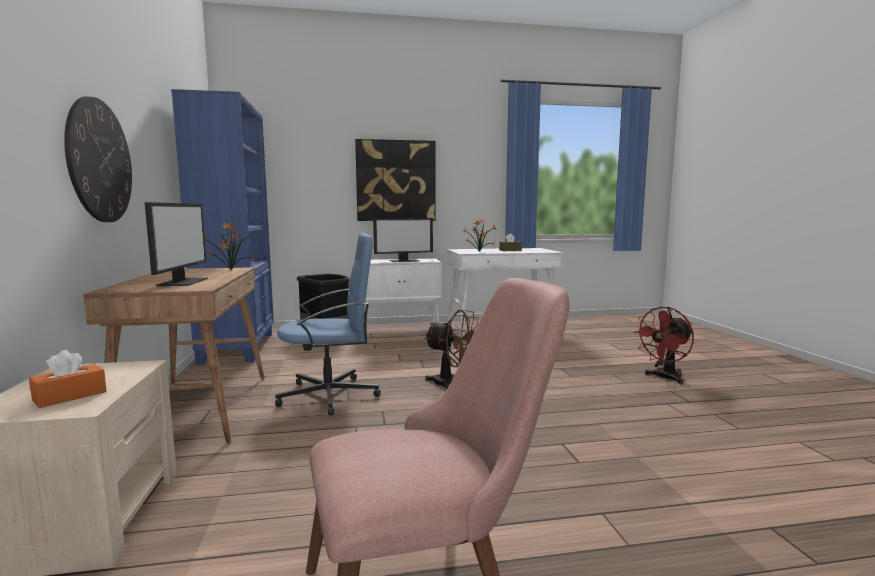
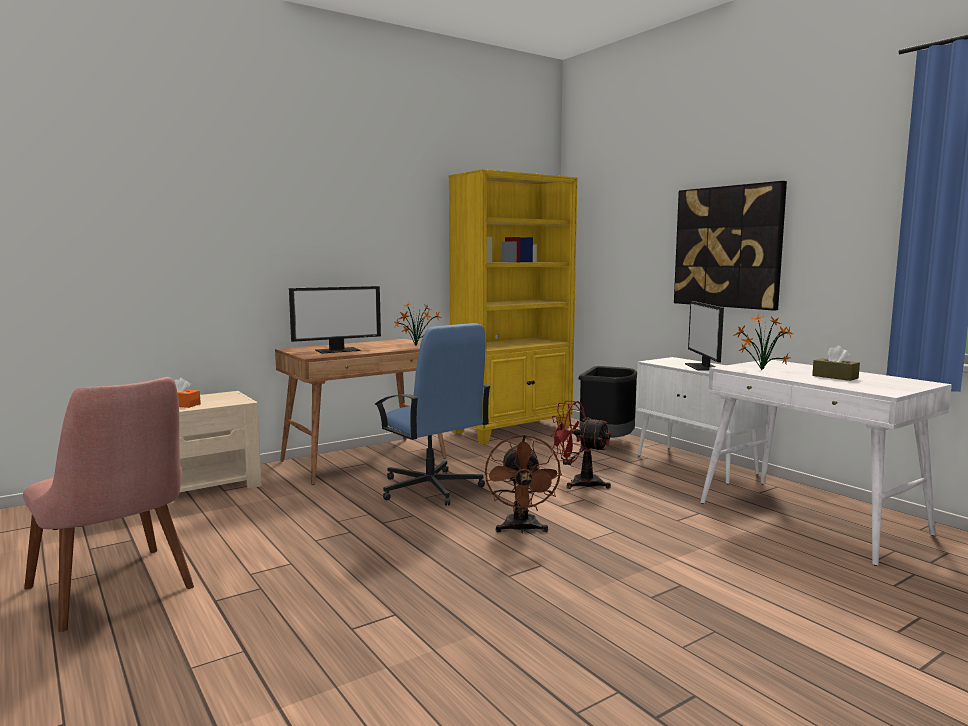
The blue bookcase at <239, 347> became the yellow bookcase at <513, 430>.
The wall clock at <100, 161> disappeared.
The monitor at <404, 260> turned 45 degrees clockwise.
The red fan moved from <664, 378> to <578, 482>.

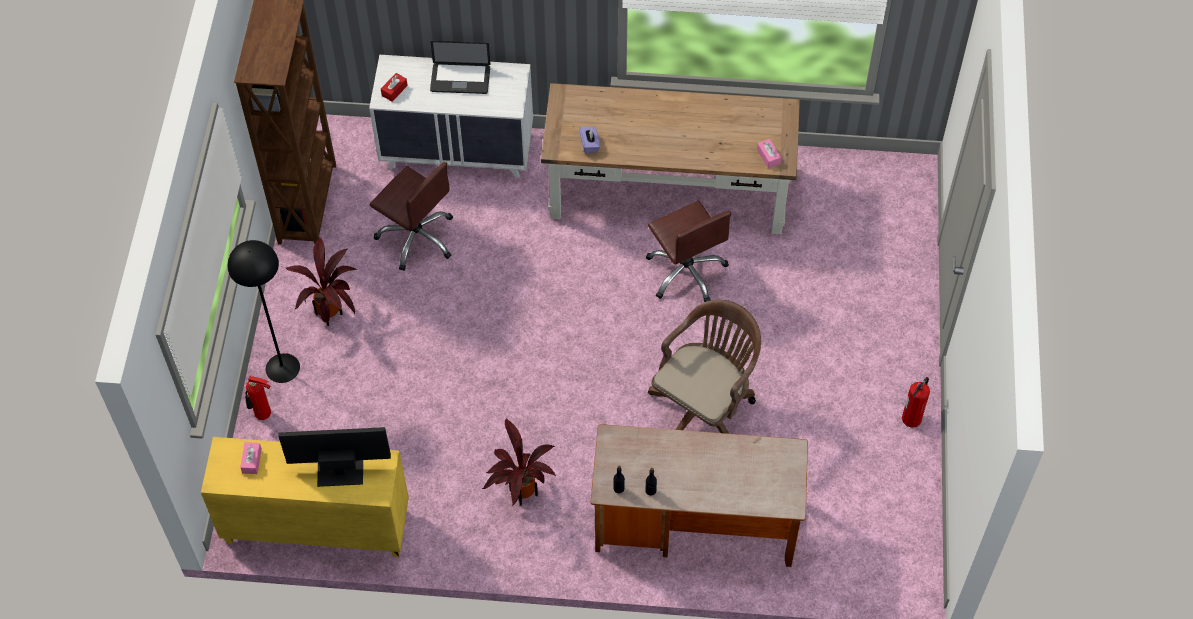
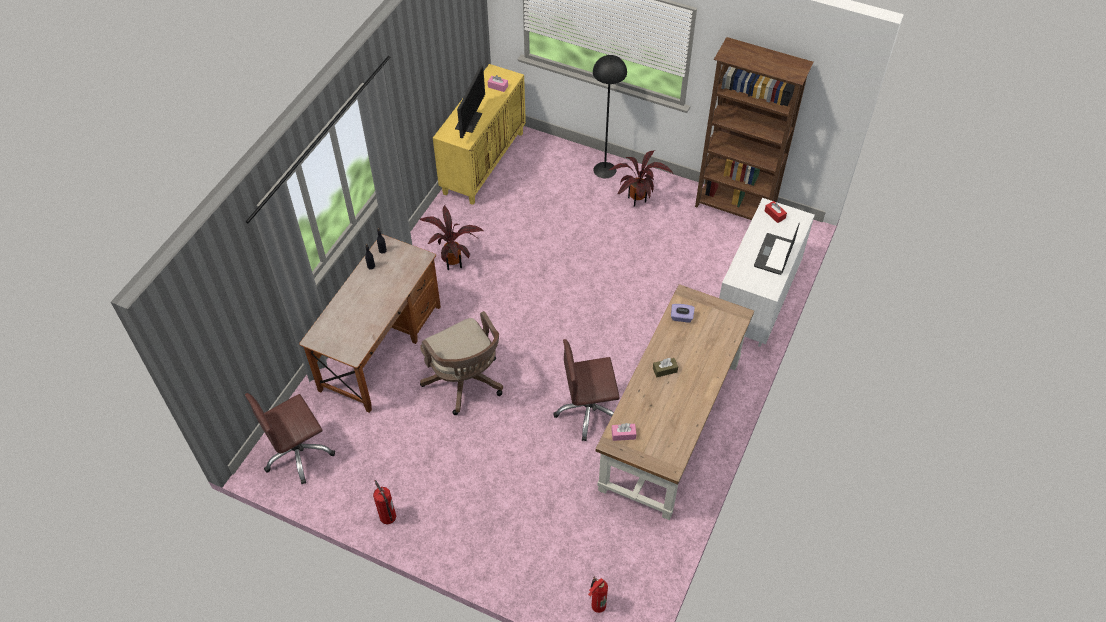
The brown office chair moved from <417, 237> to <298, 453>.
The fire extinguisher moved from <263, 414> to <596, 605>.
The brown tissue box at <665, 370> appeared.

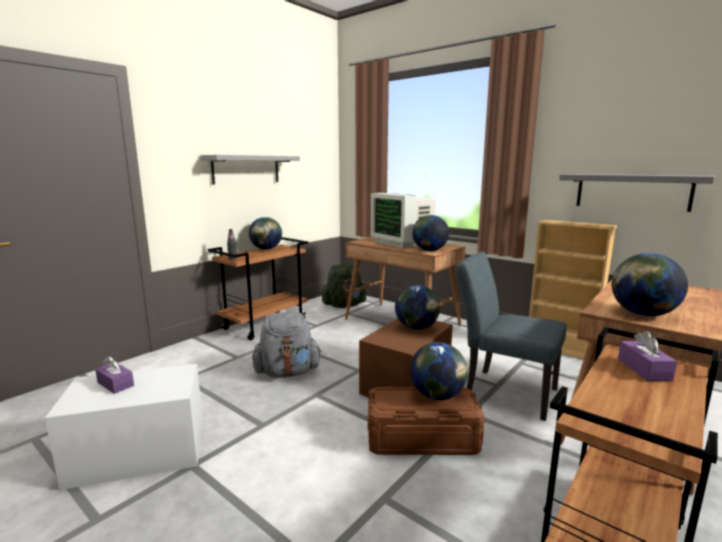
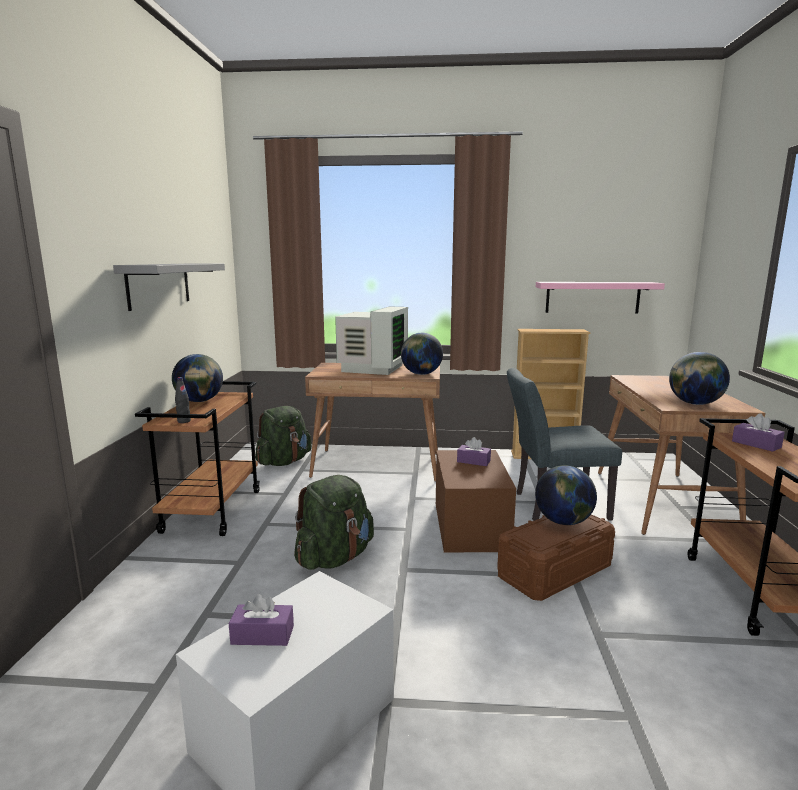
The grey shelf at <632, 191> became the pink shelf at <592, 297>.
The monitor at <403, 242> turned 90 degrees counterclockwise.
The globe at <416, 328> was replaced by the purple tissue box at <473, 461>.
The grey backpack at <287, 372> became the green backpack at <335, 558>.

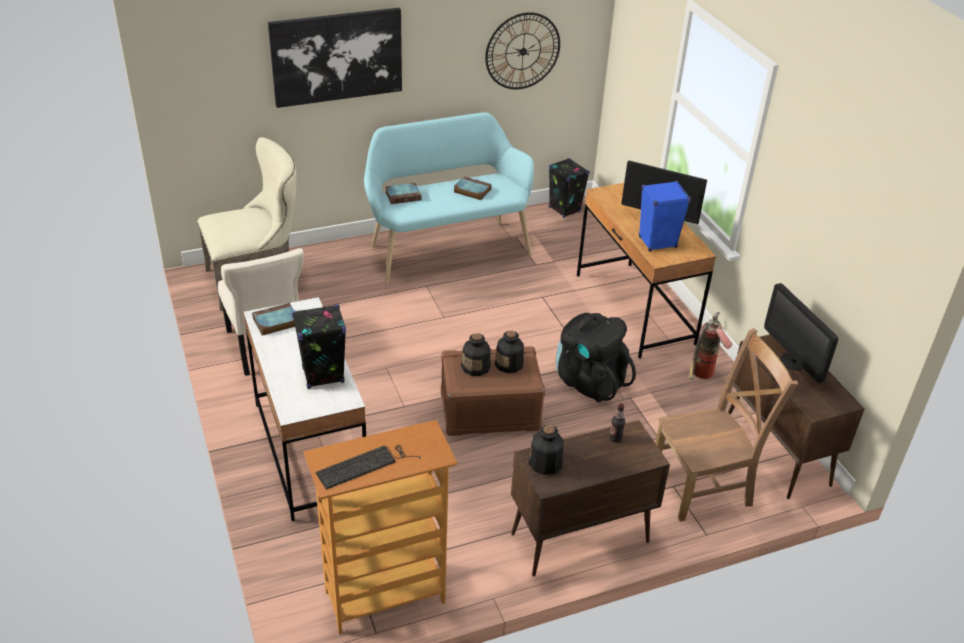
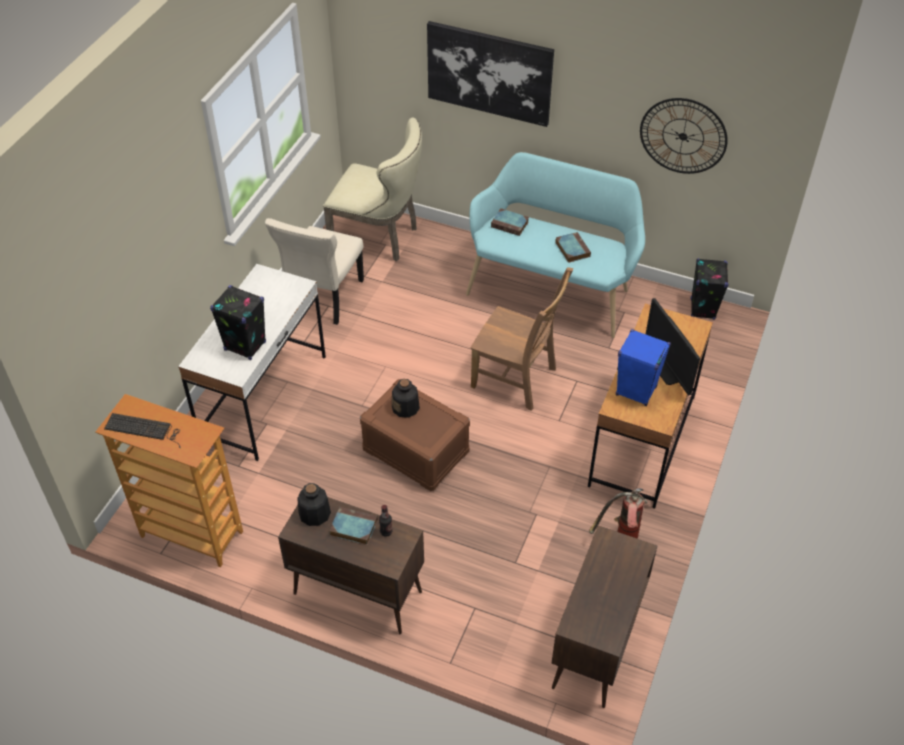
The monitor at <792, 361> disappeared.
The book moved from <275, 322> to <352, 528>.
The black backpack at <589, 381> disappeared.
The brown chair moved from <704, 486> to <517, 379>.
The bottle at <509, 364> disappeared.

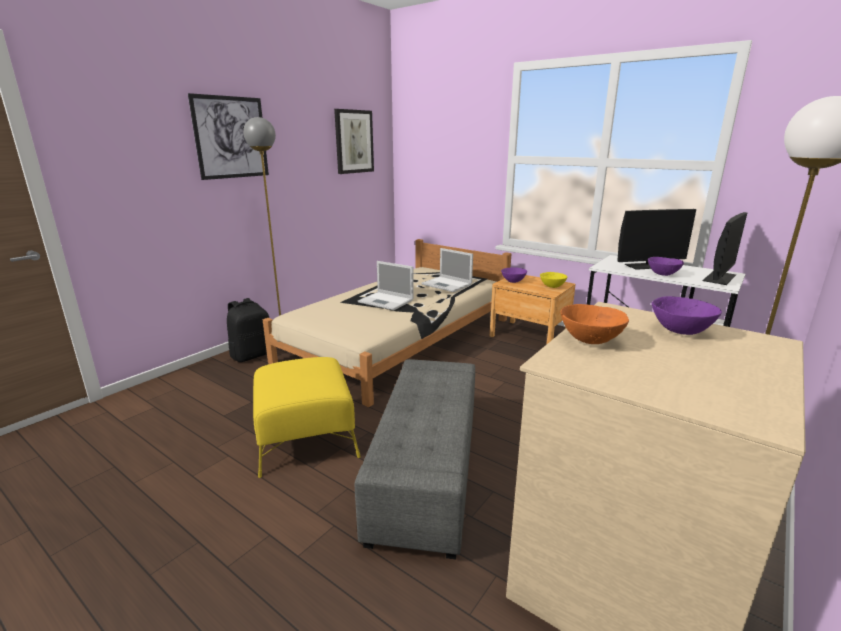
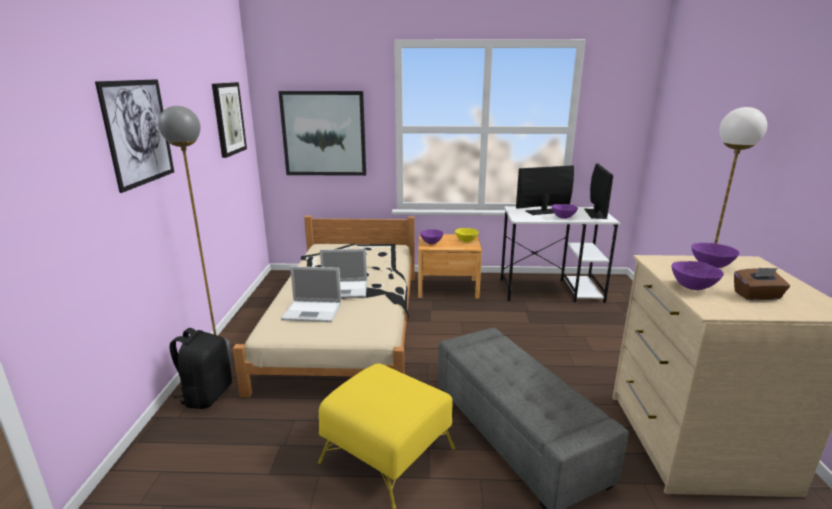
The monitor at <649, 266> turned 150 degrees counterclockwise.
The laptop moved from <447, 284> to <313, 311>.
The orange bowl at <590, 341> became the purple bowl at <693, 288>.
The picture at <324, 134> appeared.
The brown tissue box at <757, 296> appeared.

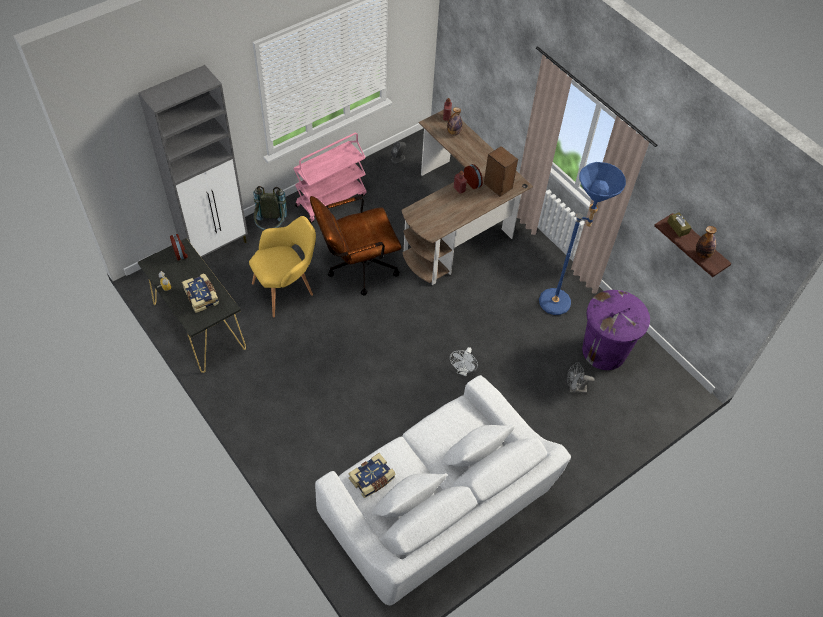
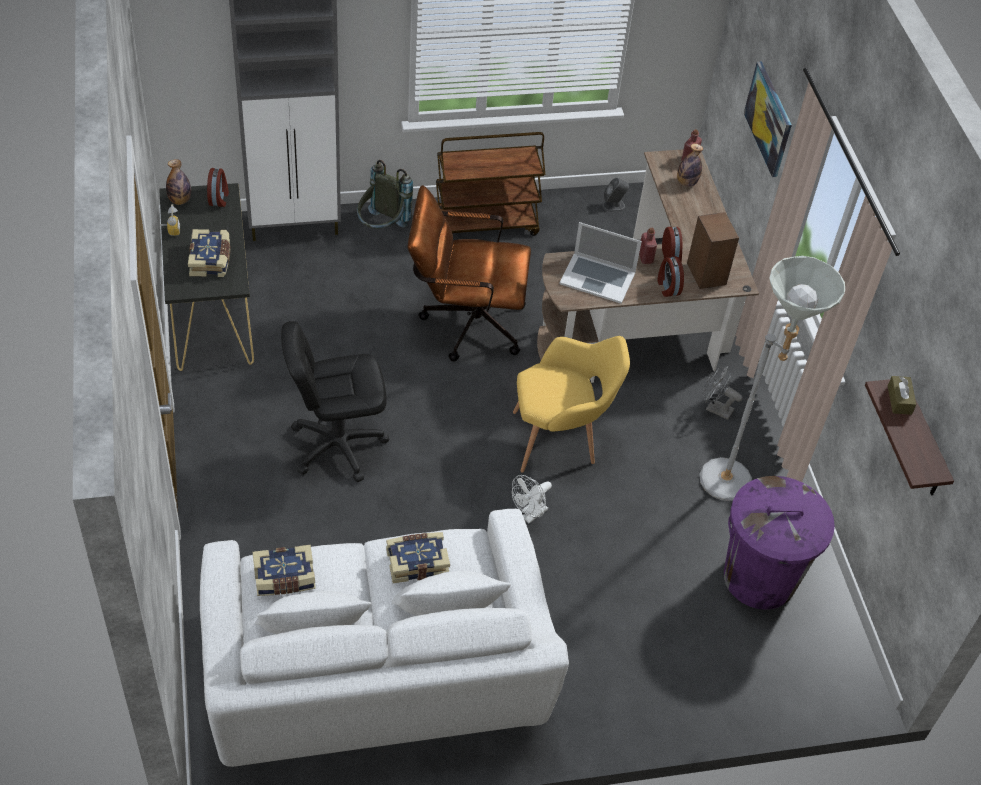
The pink cart at <331, 199> became the brown cart at <485, 224>.
The blue floor lamp at <561, 303> became the grey floor lamp at <735, 486>.
The yellow armchair moved from <287, 289> to <560, 440>.
The bottle moved from <702, 254> to <180, 200>.
The grey fan moved from <574, 389> to <715, 409>.
The picture at <769, 118> appeared.
The laptop at <597, 278> appeared.
The alarm clock at <667, 287> appeared.
The black office chair at <337, 445> appeared.
The book at <417, 561> appeared.

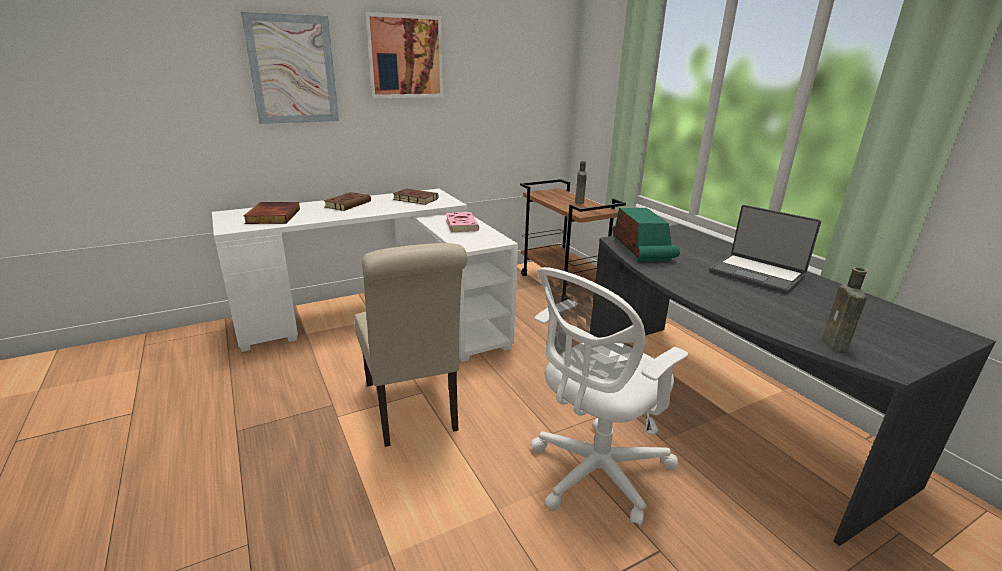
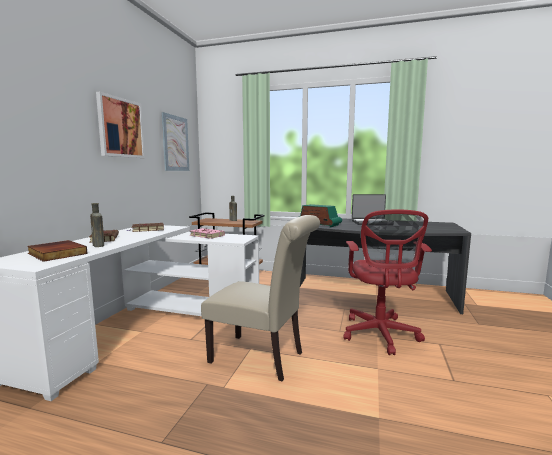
The picture moved from <293, 70> to <175, 143>.
The white office chair at <594, 474> became the red office chair at <380, 335>.
The brown bottle moved from <835, 345> to <98, 245>.

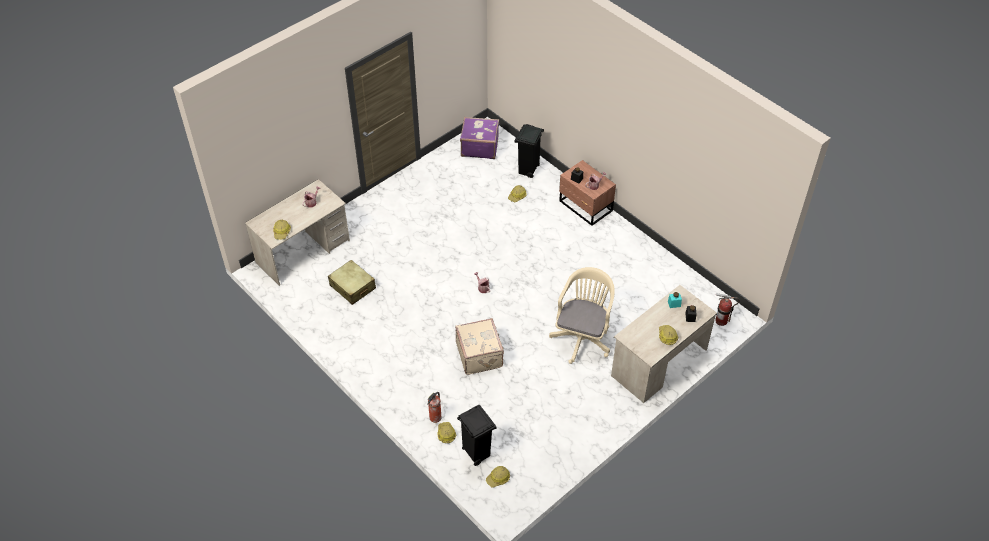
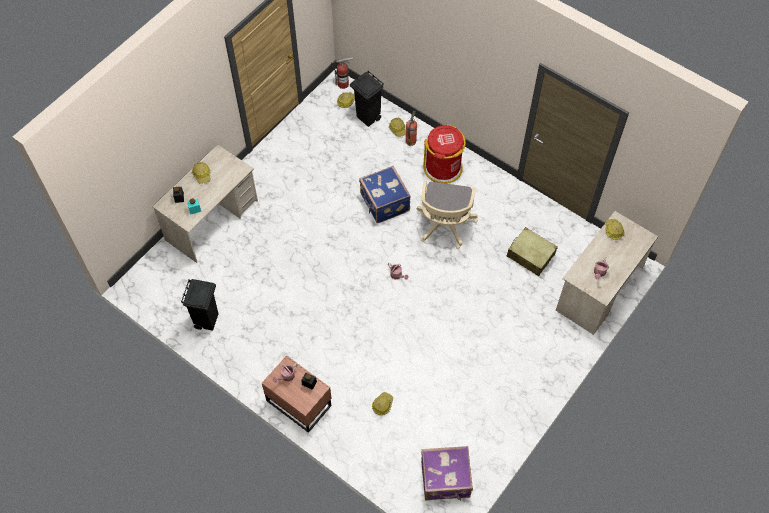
The black trash can moved from <528, 170> to <207, 320>.
The beige office chair moved from <582, 337> to <444, 226>.
The fire extinguisher moved from <721, 321> to <343, 84>.
The beige suitcase at <480, 355> became the blue suitcase at <384, 203>.
The red trash can at <443, 168> appeared.

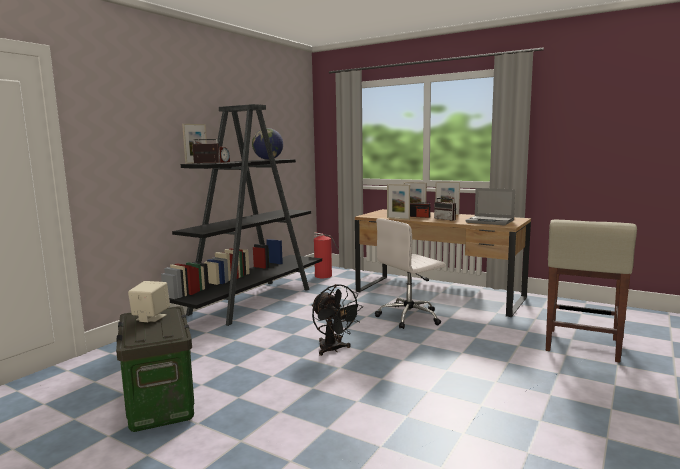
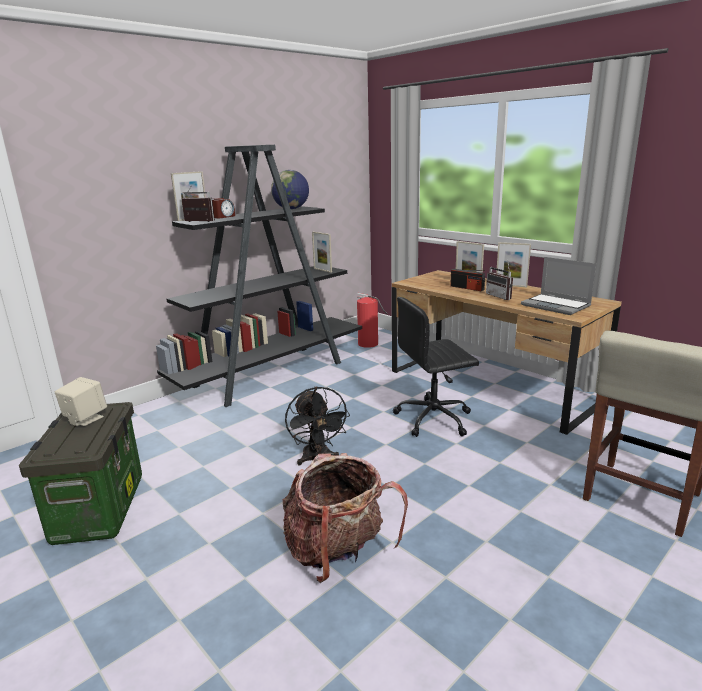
The picture frame moved from <398, 218> to <322, 270>.
The white office chair at <410, 317> became the black office chair at <434, 419>.
The backpack at <338, 553> appeared.

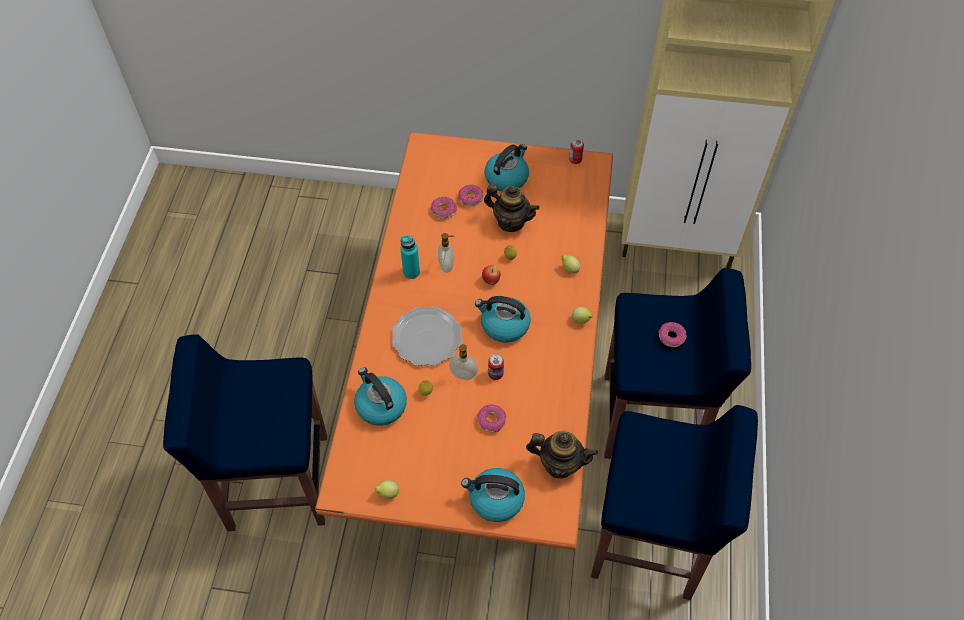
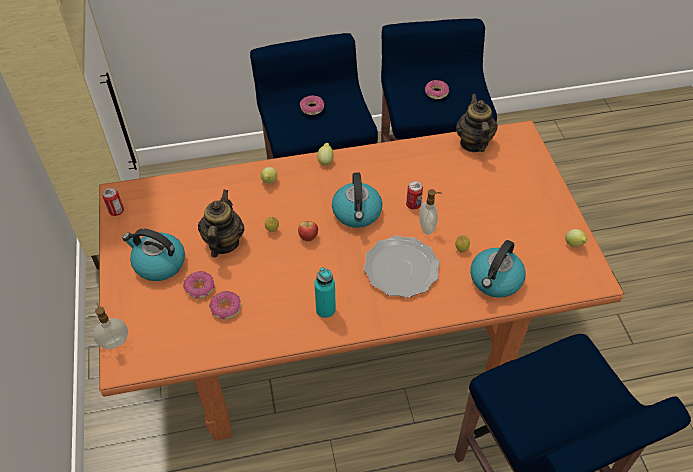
The soap dispenser moved from <447, 265> to <115, 342>.
The donut moved from <491, 420> to <436, 93>.
The kettle at <495, 499> disappeared.

